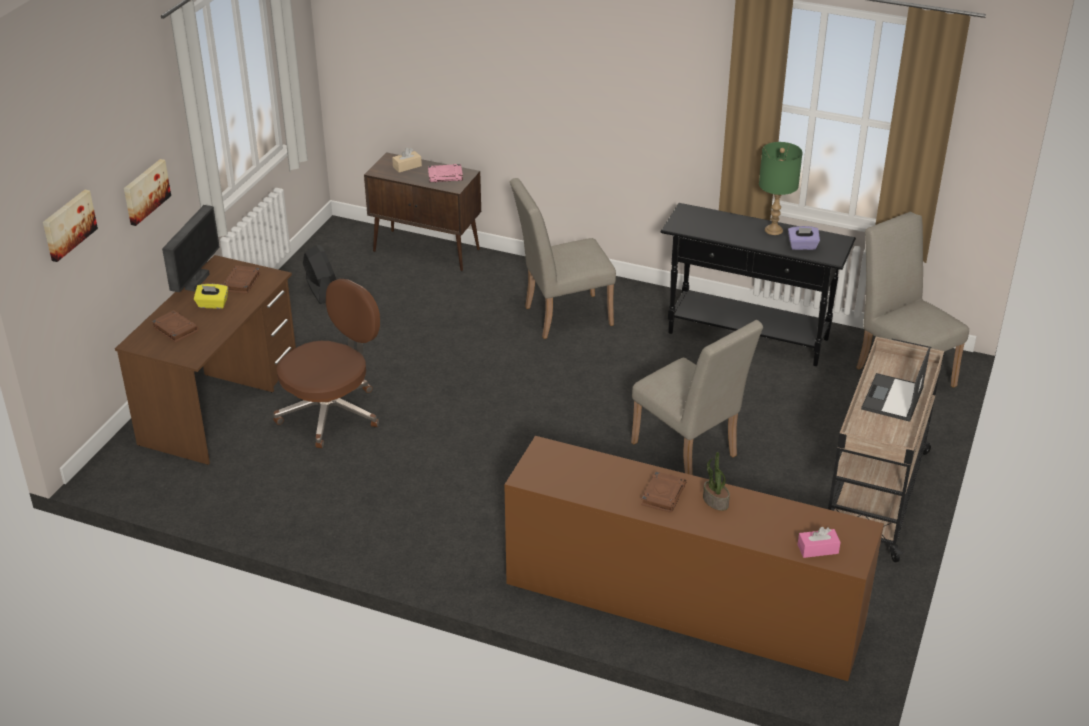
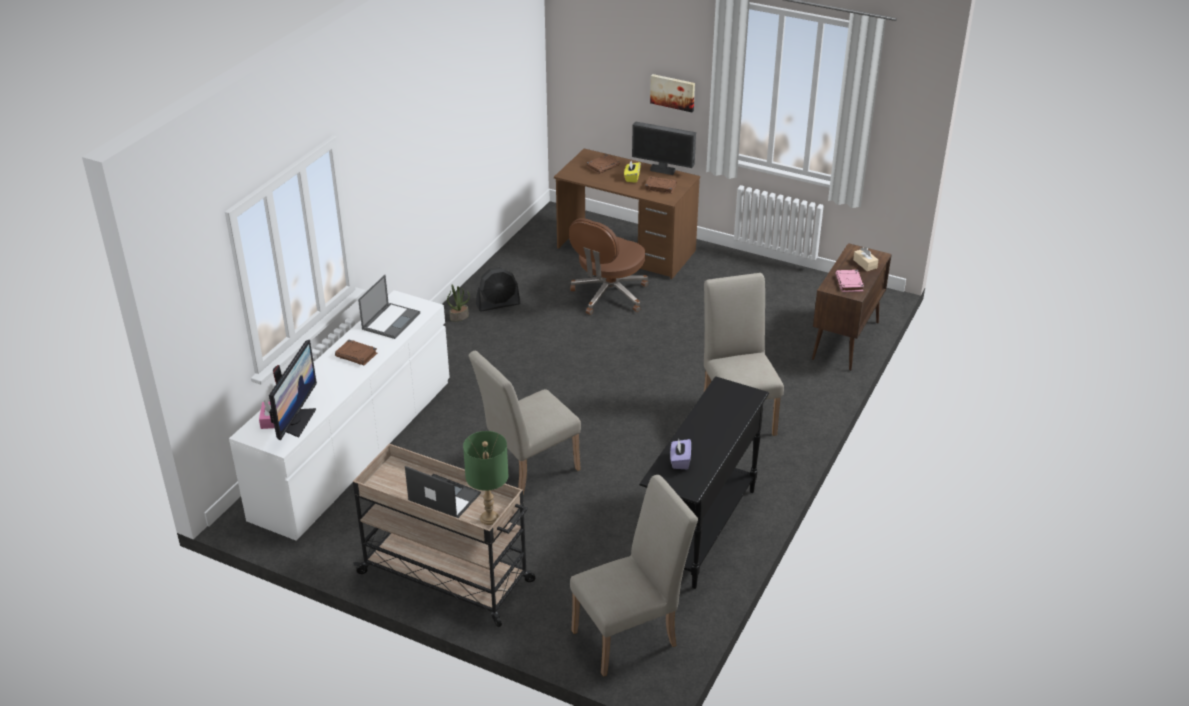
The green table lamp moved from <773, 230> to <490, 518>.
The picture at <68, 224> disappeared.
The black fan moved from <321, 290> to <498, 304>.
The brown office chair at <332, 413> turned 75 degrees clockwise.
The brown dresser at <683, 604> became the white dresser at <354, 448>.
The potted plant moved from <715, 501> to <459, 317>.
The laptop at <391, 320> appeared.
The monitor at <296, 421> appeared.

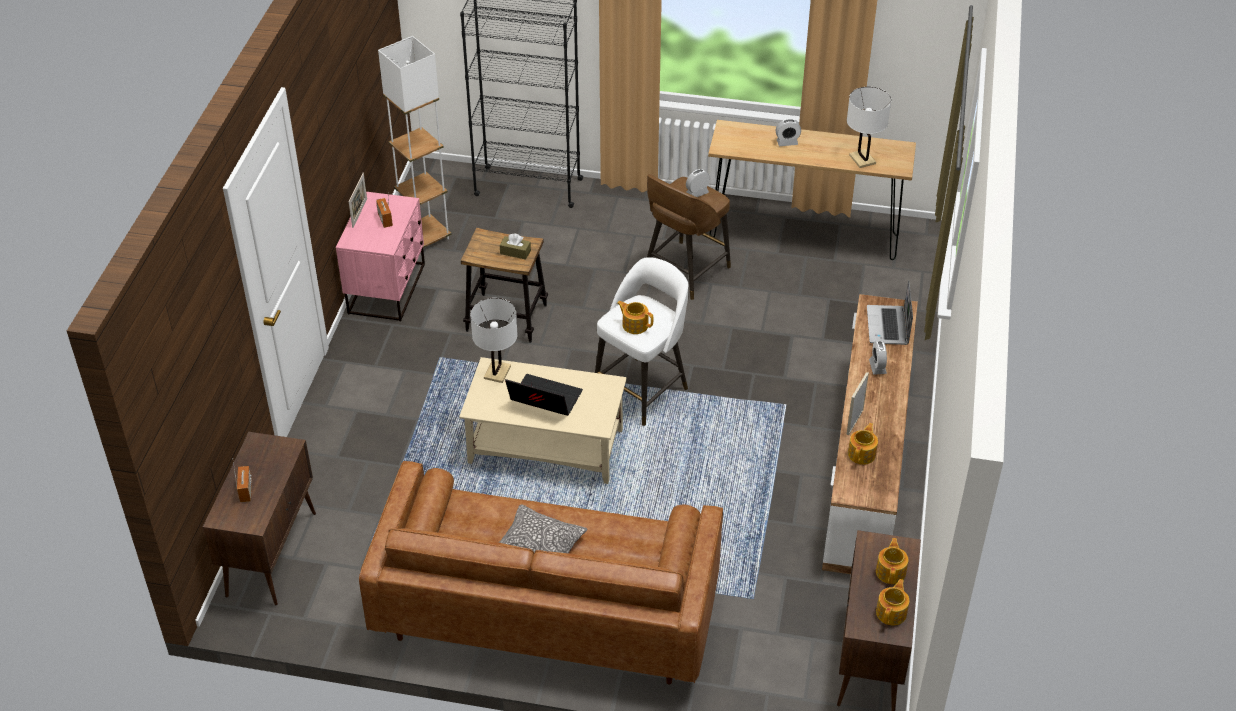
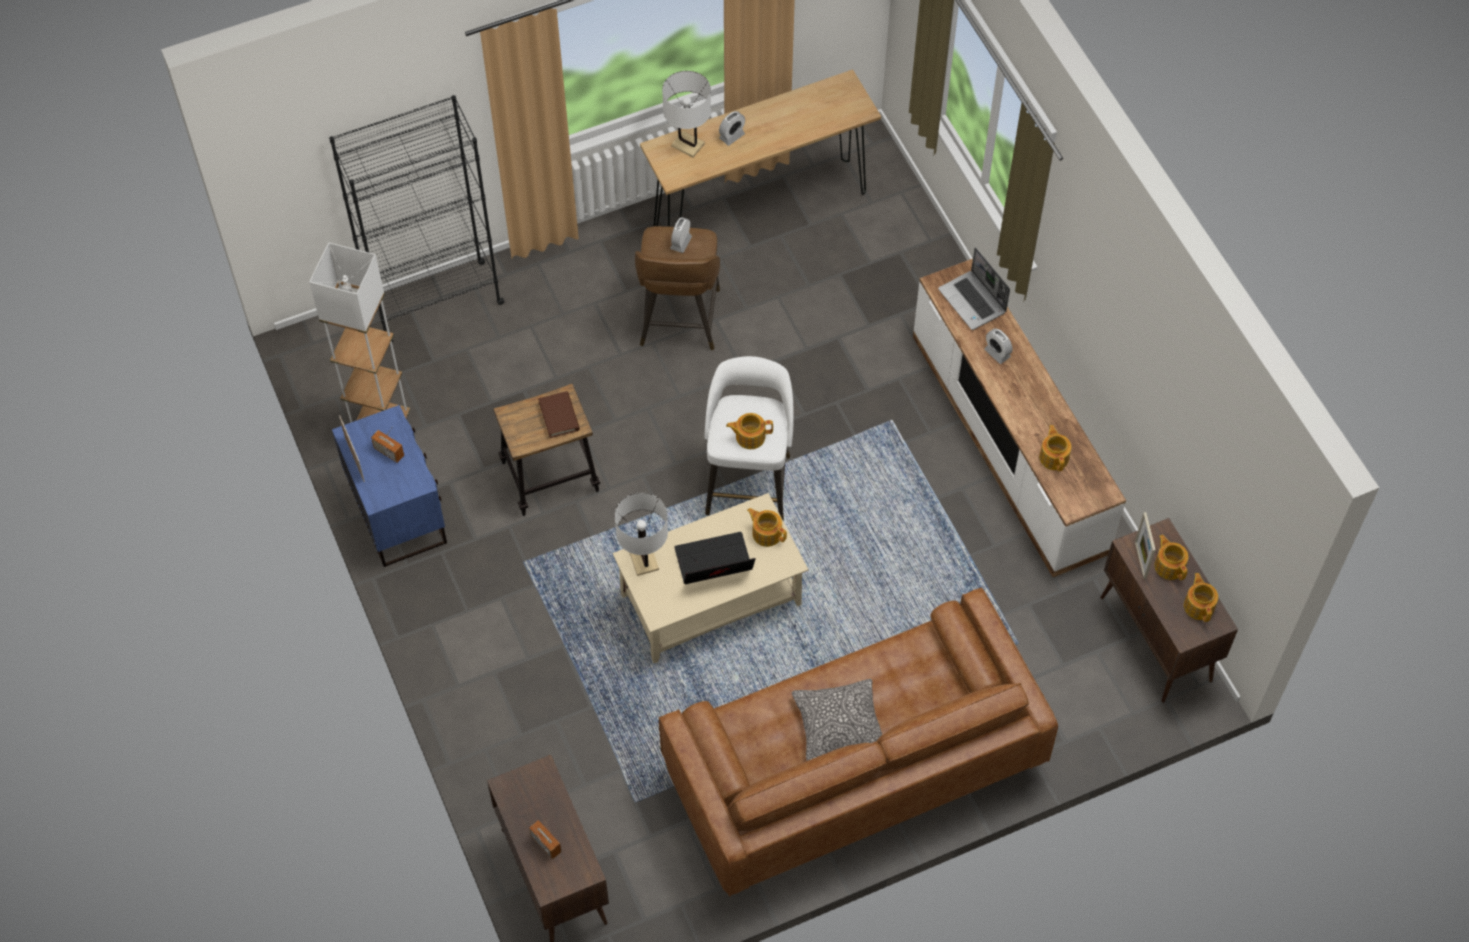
The white table lamp moved from <862, 159> to <687, 145>.
The pink nightstand at <388, 289> became the blue nightstand at <398, 512>.
The brown tissue box at <515, 252> was replaced by the brown book at <559, 416>.
The picture frame moved from <854, 422> to <1140, 560>.
The teapot at <766, 533> appeared.

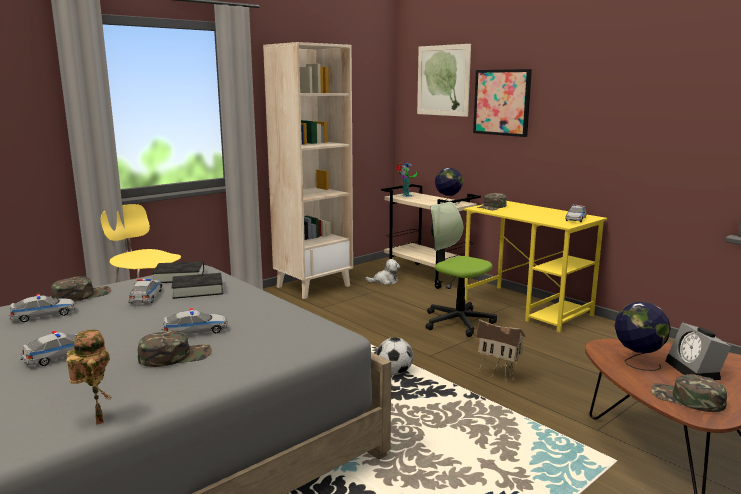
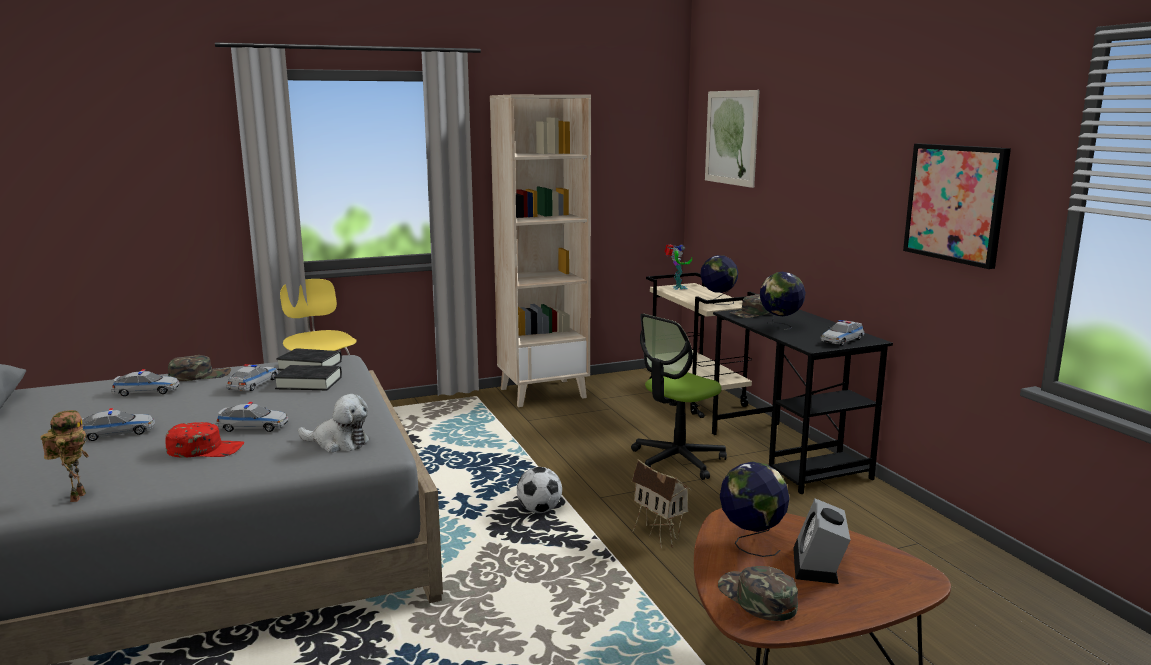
The picture moved from <502, 102> to <955, 203>.
The yellow desk at <527, 308> became the black desk at <788, 455>.
The office chair at <458, 322> turned 105 degrees counterclockwise.
The plush toy moved from <385, 281> to <338, 443>.
The green cap at <175, 356> became the red cap at <206, 449>.
The globe at <780, 327> appeared.

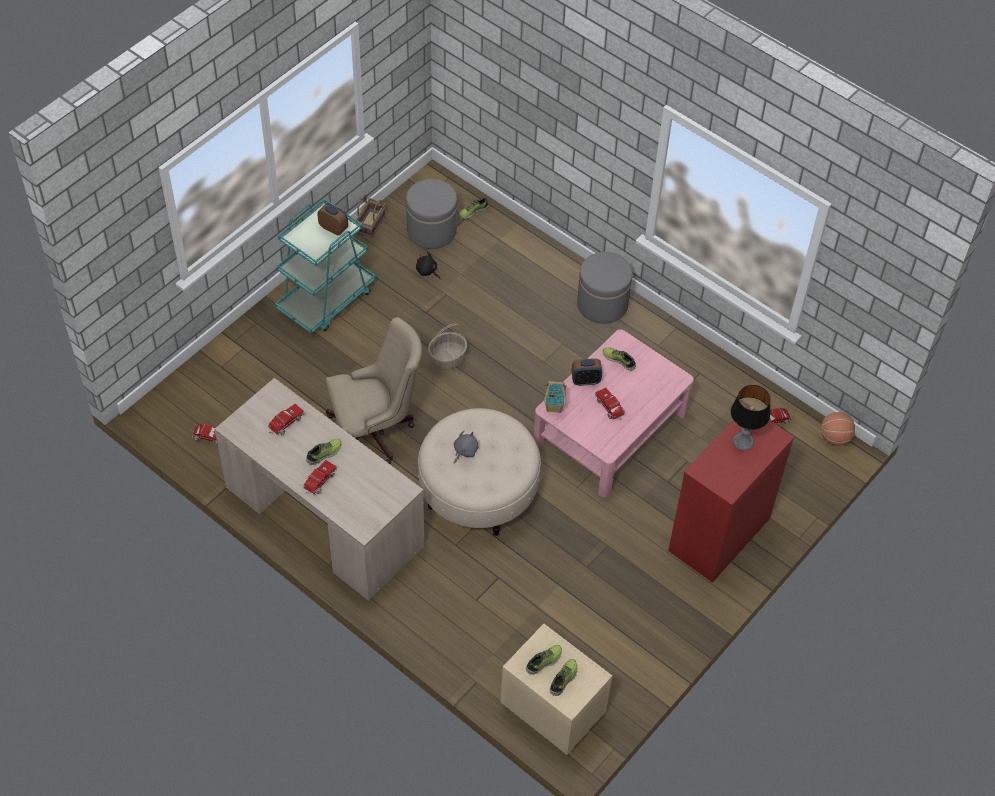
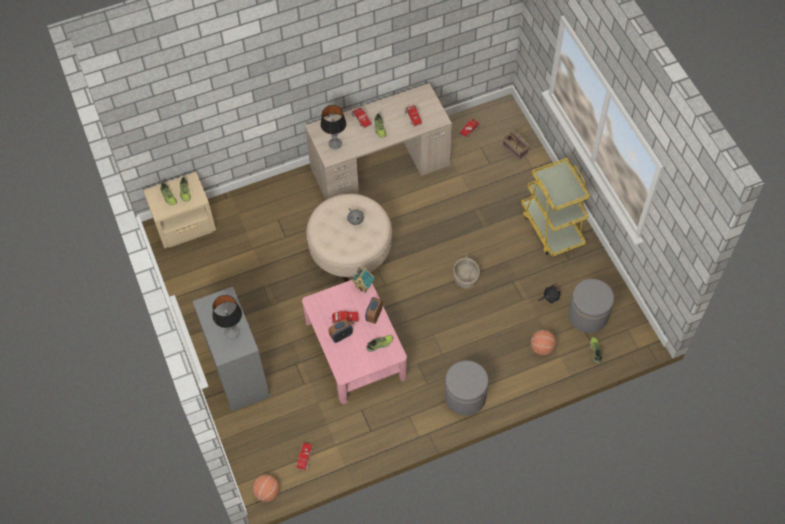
The basket moved from <370, 224> to <516, 149>.
The turquoise cart at <326, 299> became the yellow cart at <552, 227>.
The alarm clock moved from <333, 228> to <341, 336>.
The beige office chair at <375, 432> disappeared.
The red dresser at <718, 535> became the grey dresser at <239, 373>.
The table lamp at <335, 143> appeared.
The basketball at <542, 348> appeared.

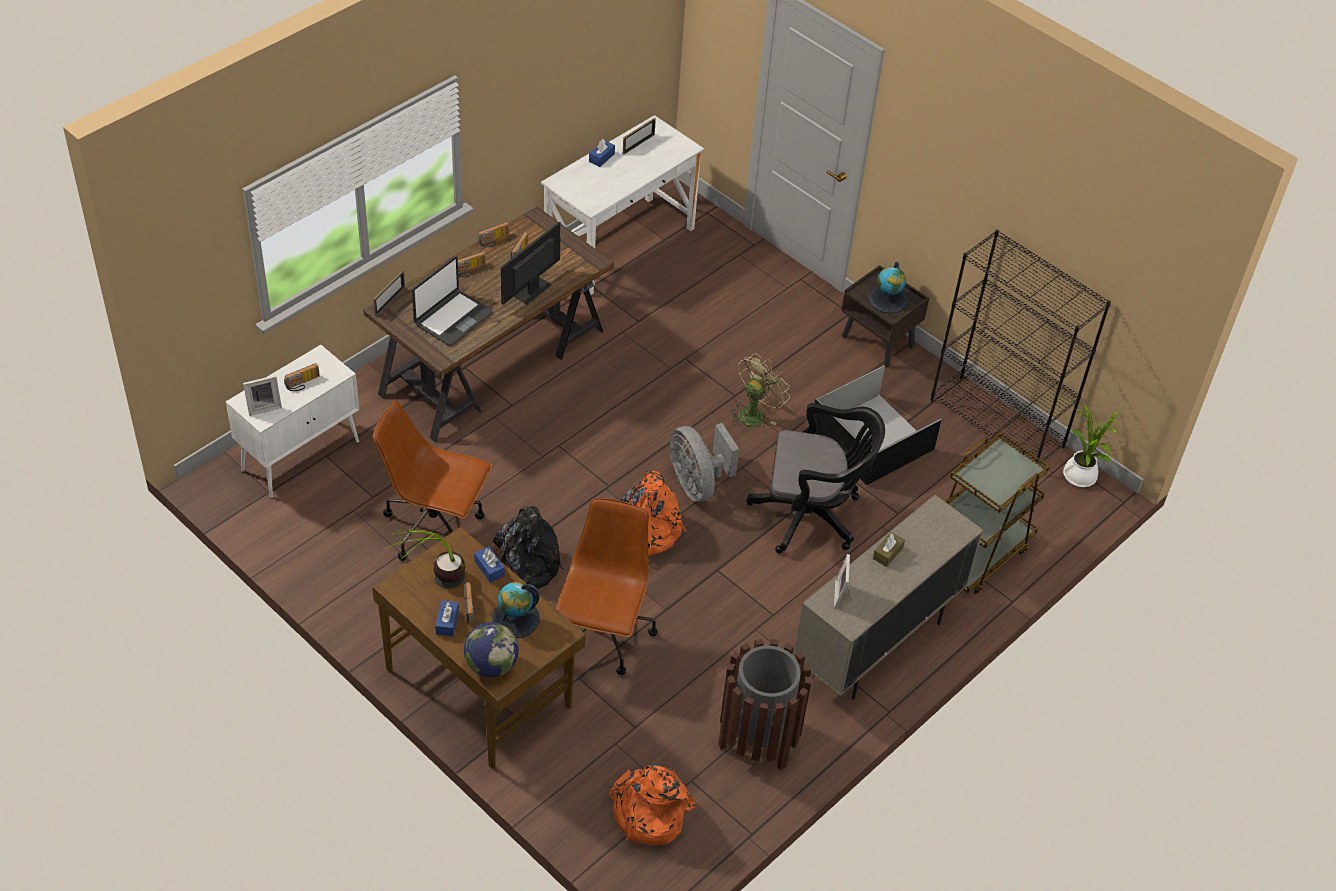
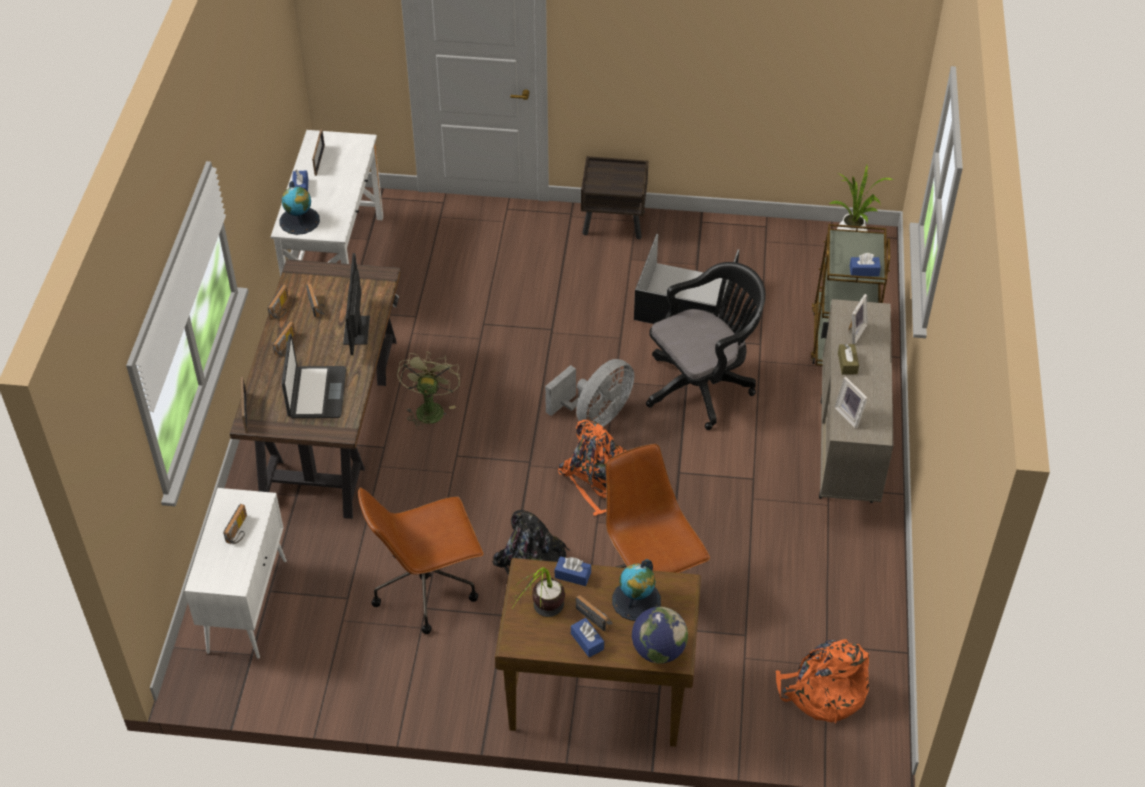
The black bookcase at <997, 424> disappeared.
The globe moved from <888, 299> to <299, 220>.
The green fan moved from <755, 413> to <429, 408>.
The picture frame moved from <264, 407> to <854, 332>.
The grey fan at <697, 484> turned 75 degrees counterclockwise.
The brown trash can at <758, 739> disappeared.
The blue tissue box at <864, 271> appeared.

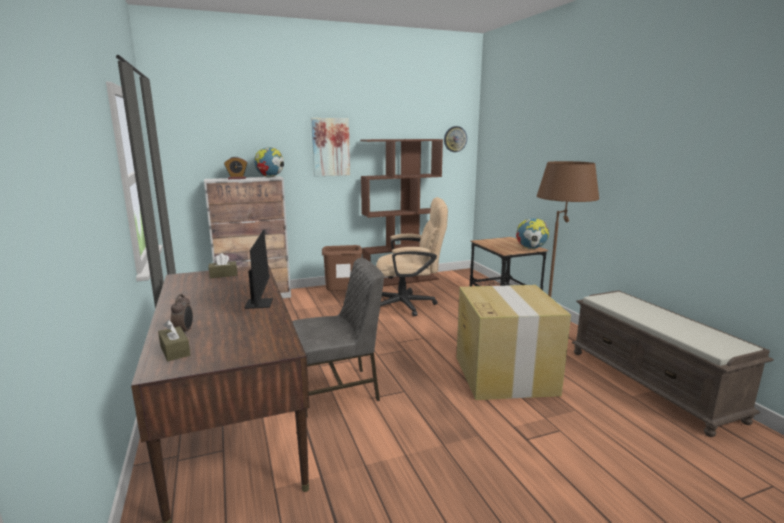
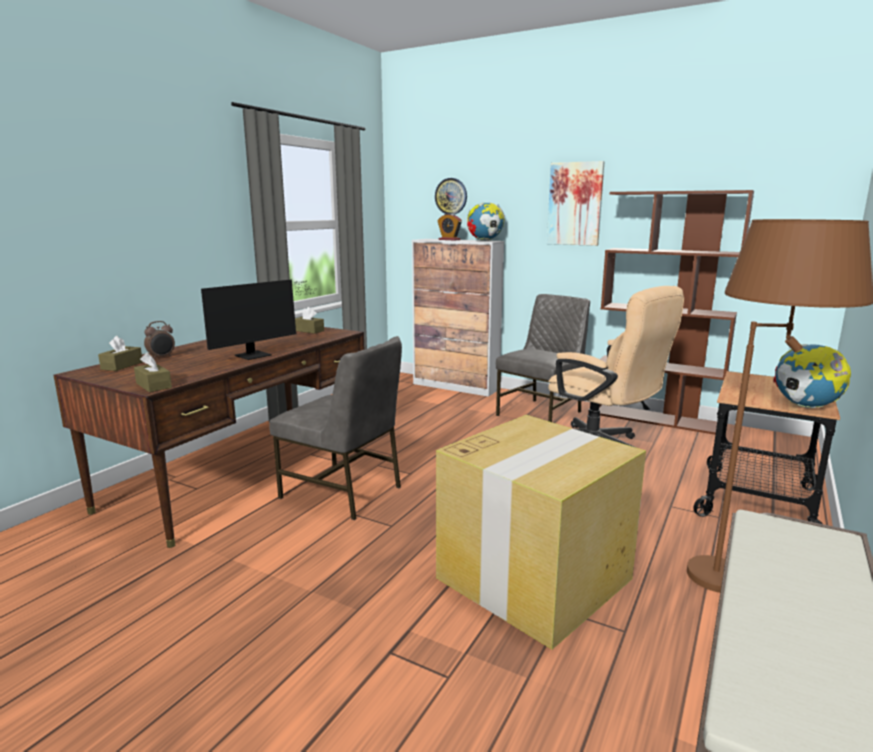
The wall clock moved from <455, 139> to <451, 196>.
The brown trash can at <343, 297> was replaced by the grey chair at <541, 413>.
The brown tissue box at <153, 385> appeared.

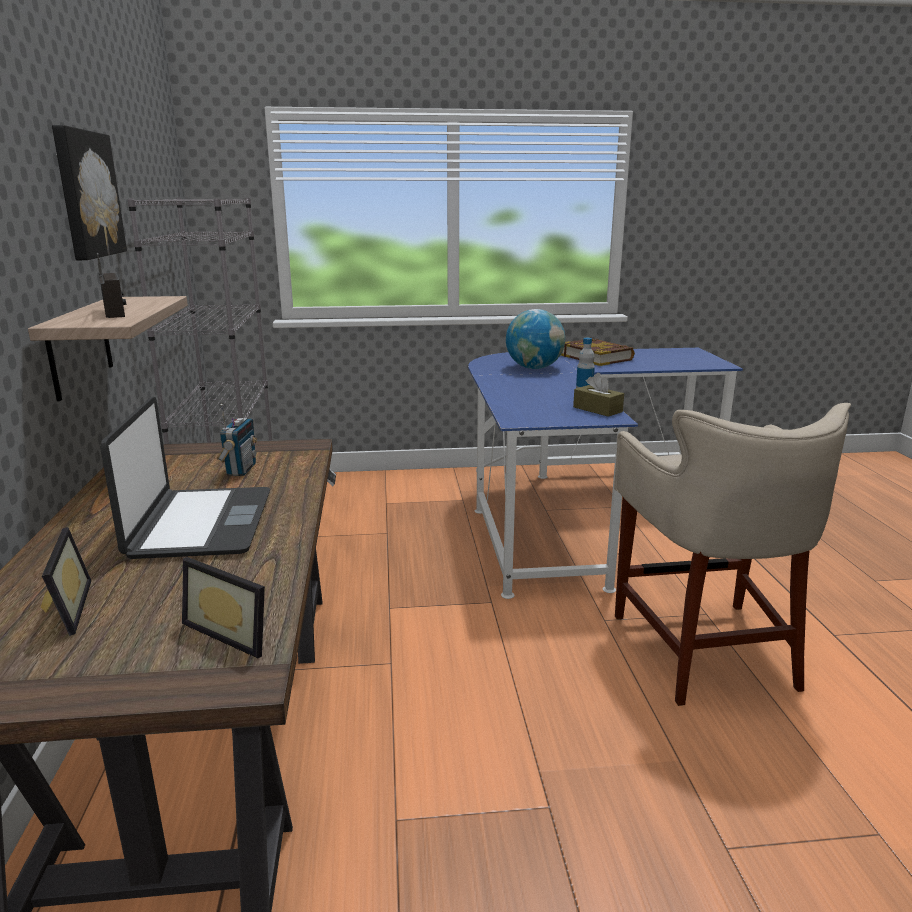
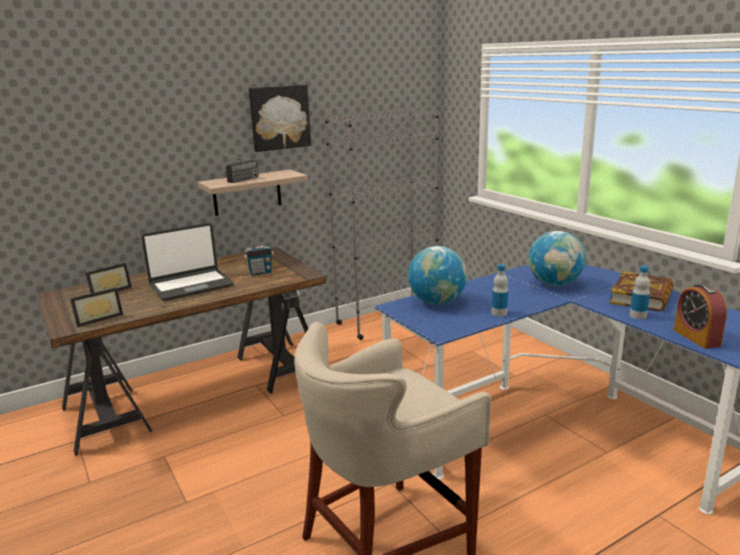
The brown tissue box at <597, 409> disappeared.
The picture frame at <234, 631> turned 135 degrees counterclockwise.
The globe at <437, 302> appeared.
The bottle at <638, 316> appeared.
The alarm clock at <696, 337> appeared.

